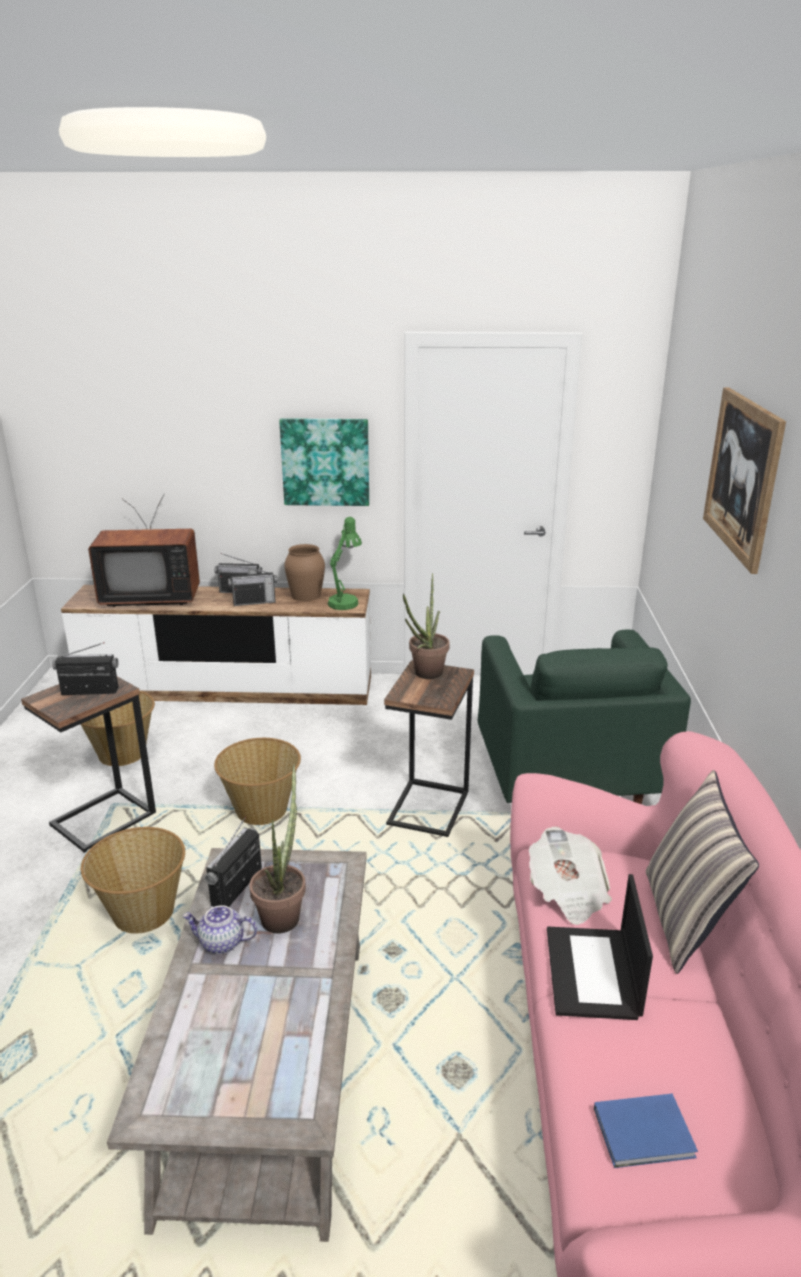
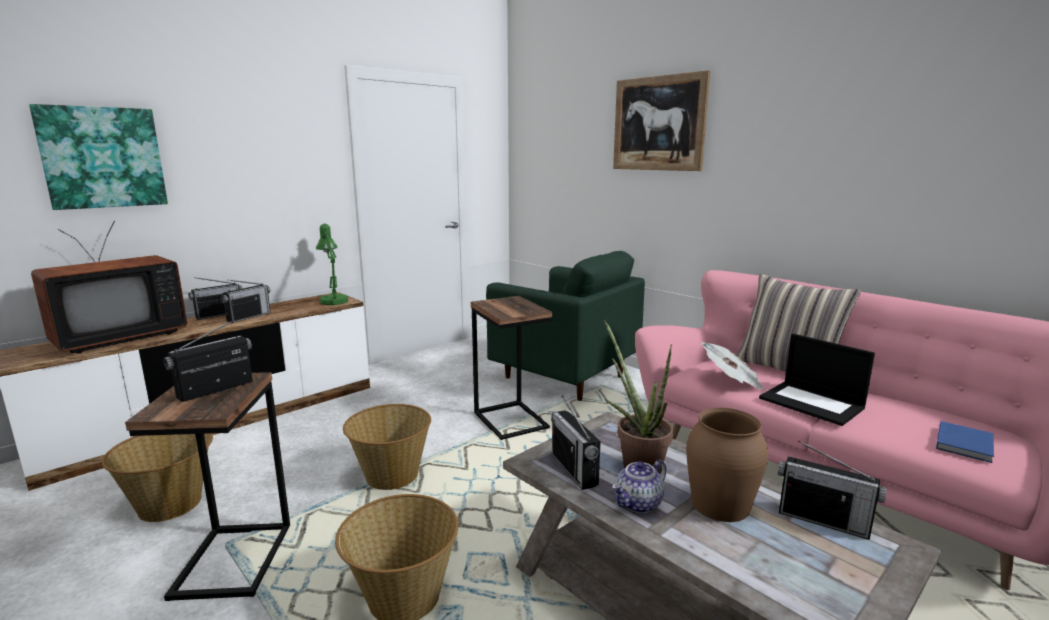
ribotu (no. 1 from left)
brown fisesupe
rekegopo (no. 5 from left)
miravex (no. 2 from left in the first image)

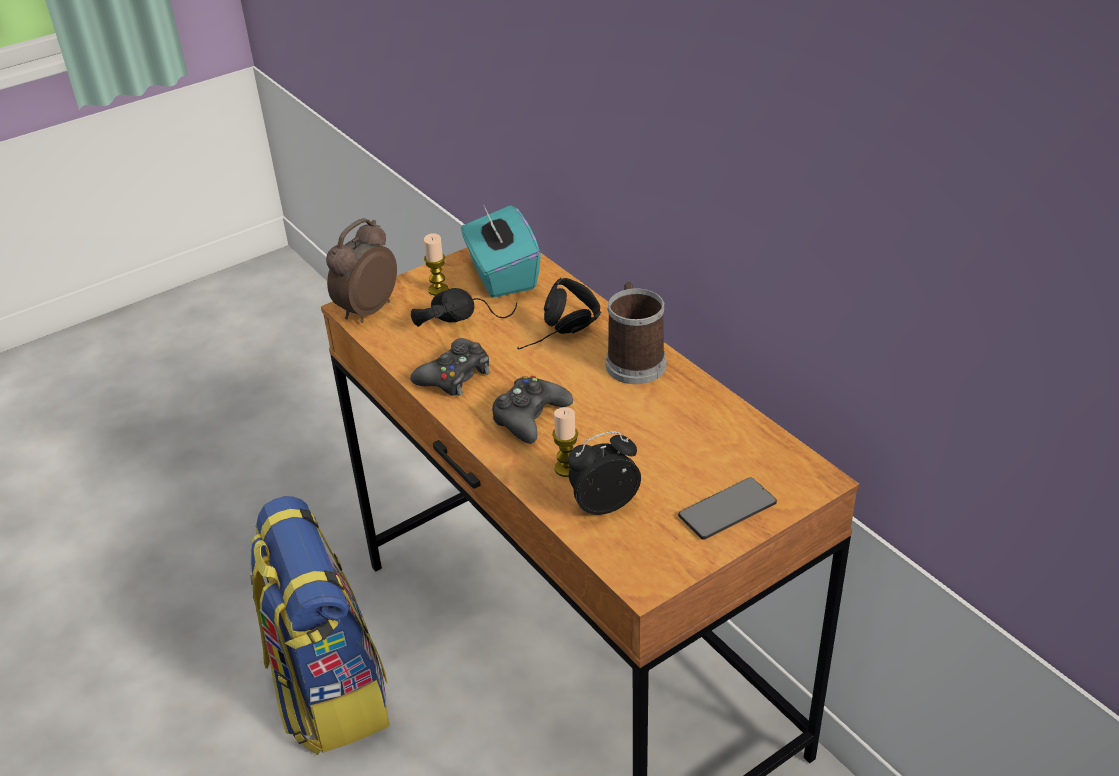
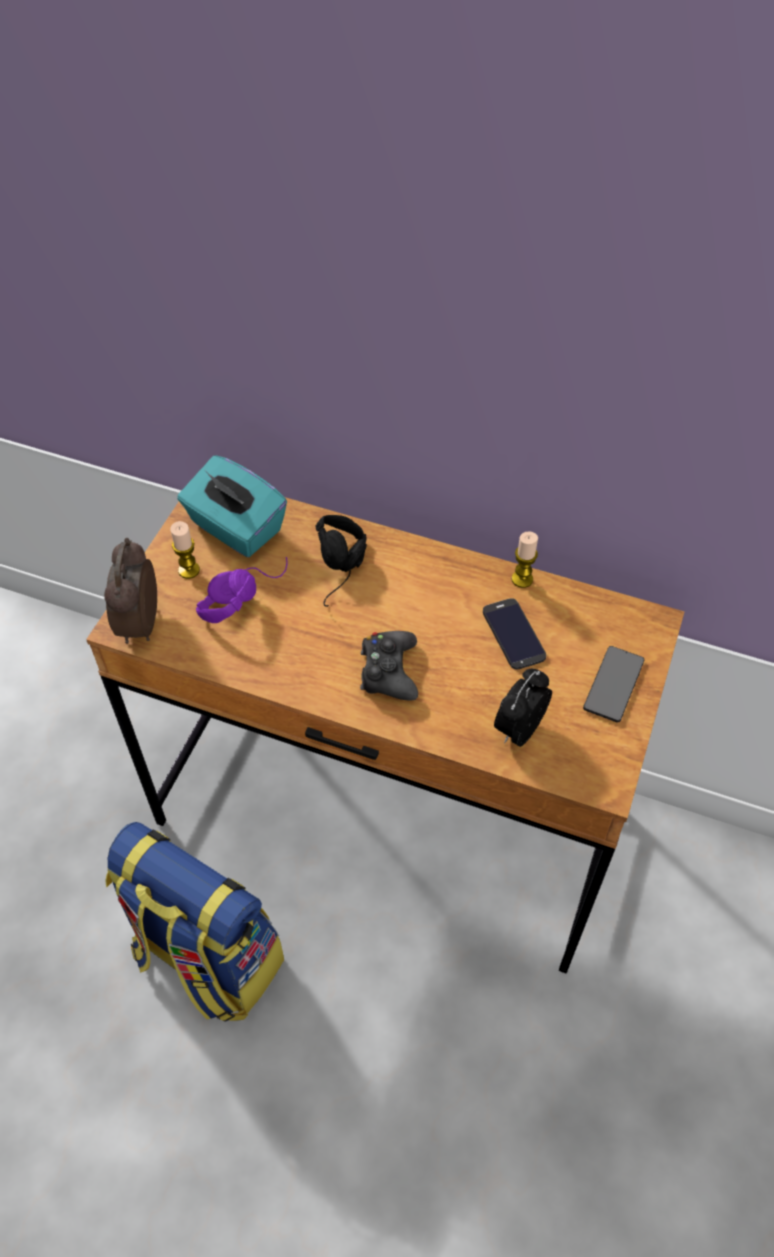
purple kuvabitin
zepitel (no. 1 from left)
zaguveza (no. 2 from left)
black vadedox (no. 1 from left in the first image)
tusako

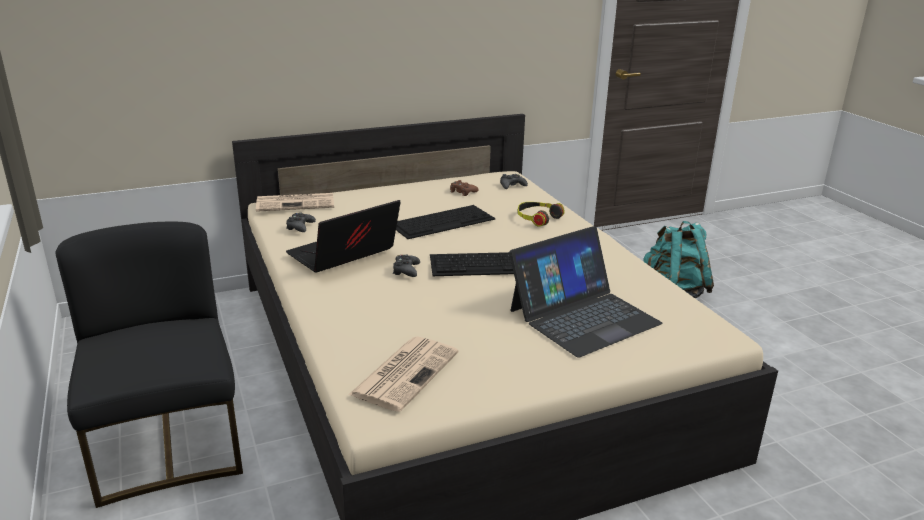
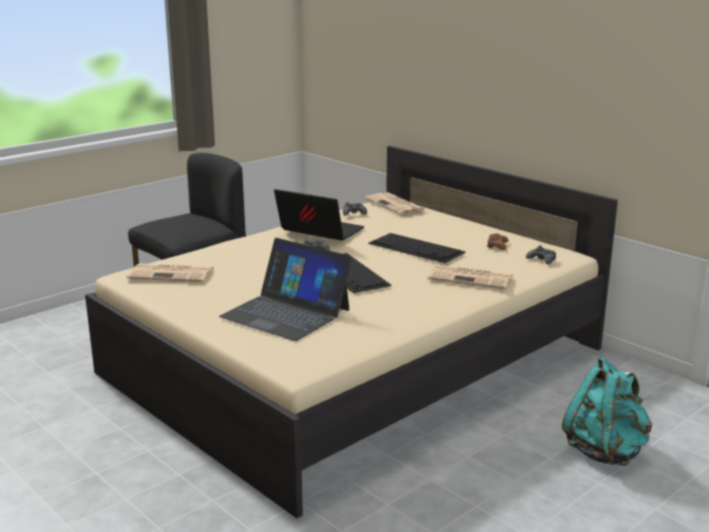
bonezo (no. 3 from left)

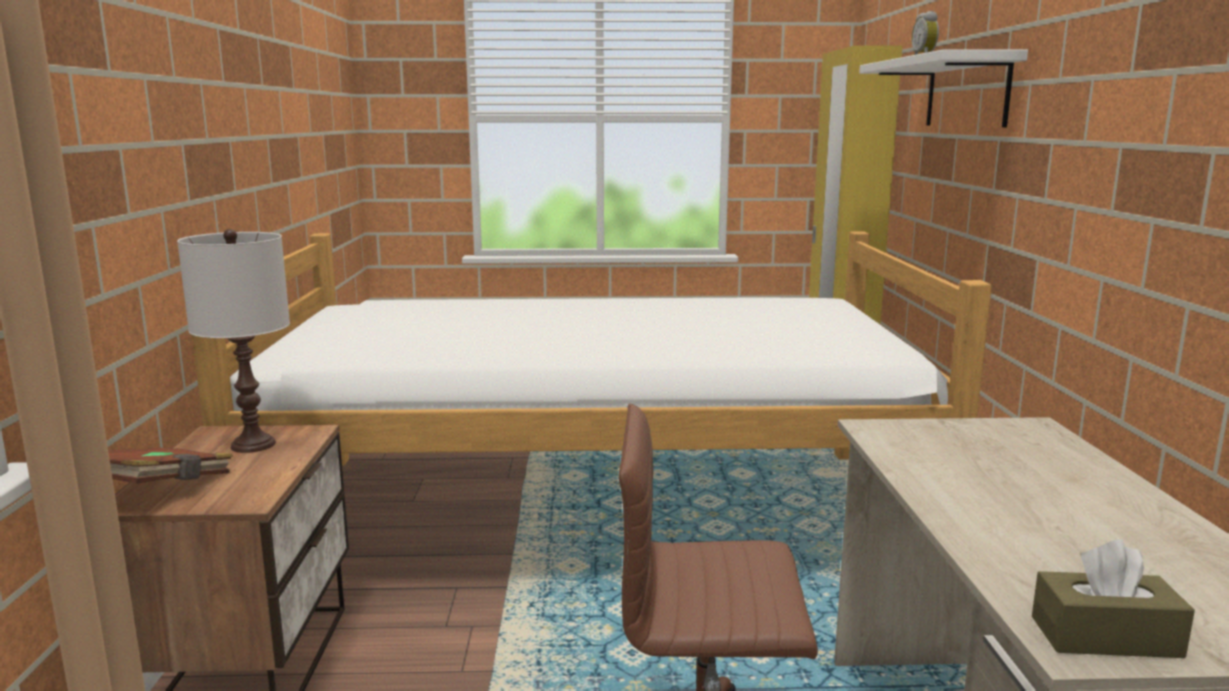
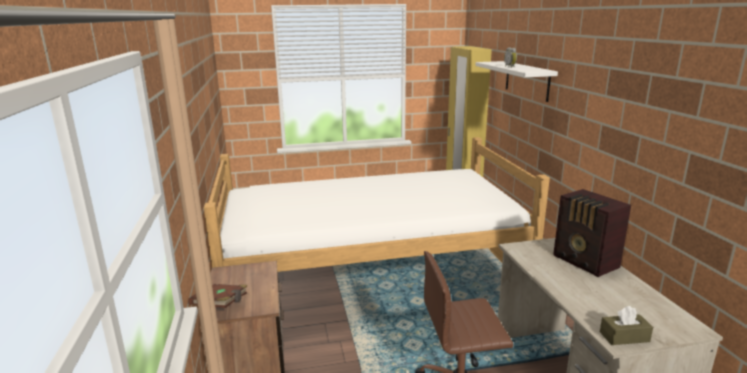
rekegopo
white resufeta

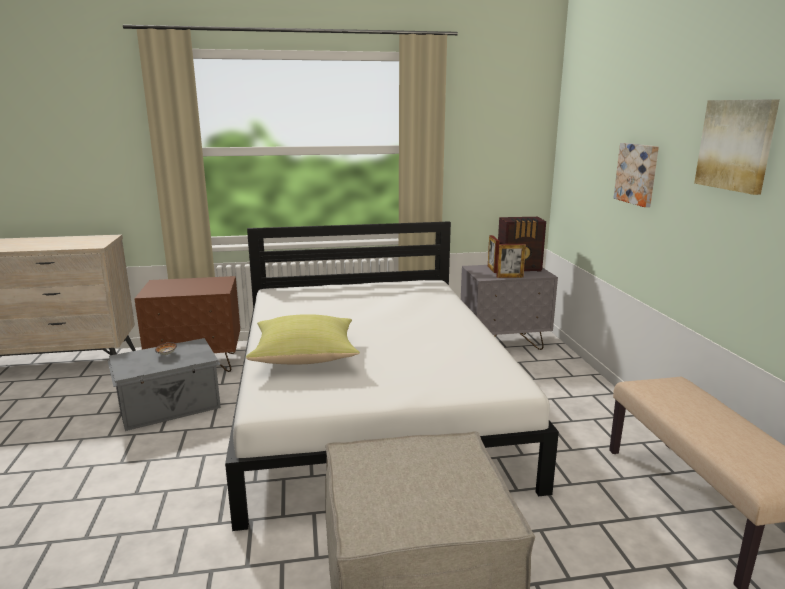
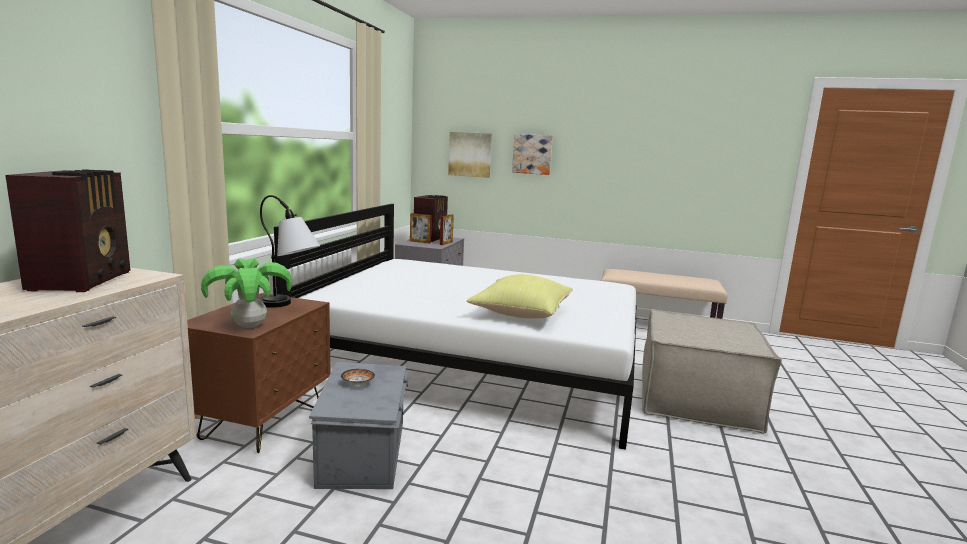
rekegopo (no. 1 from left)
miravex
resufeta
ribotu (no. 1 from left)

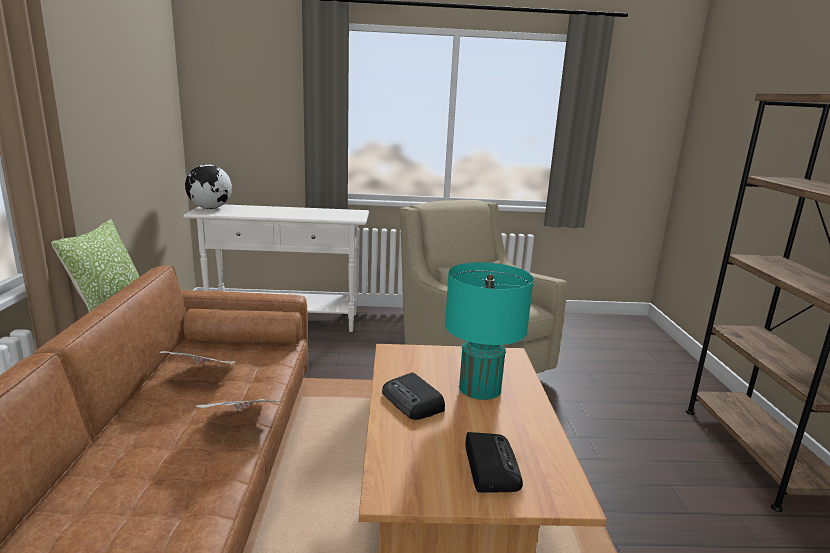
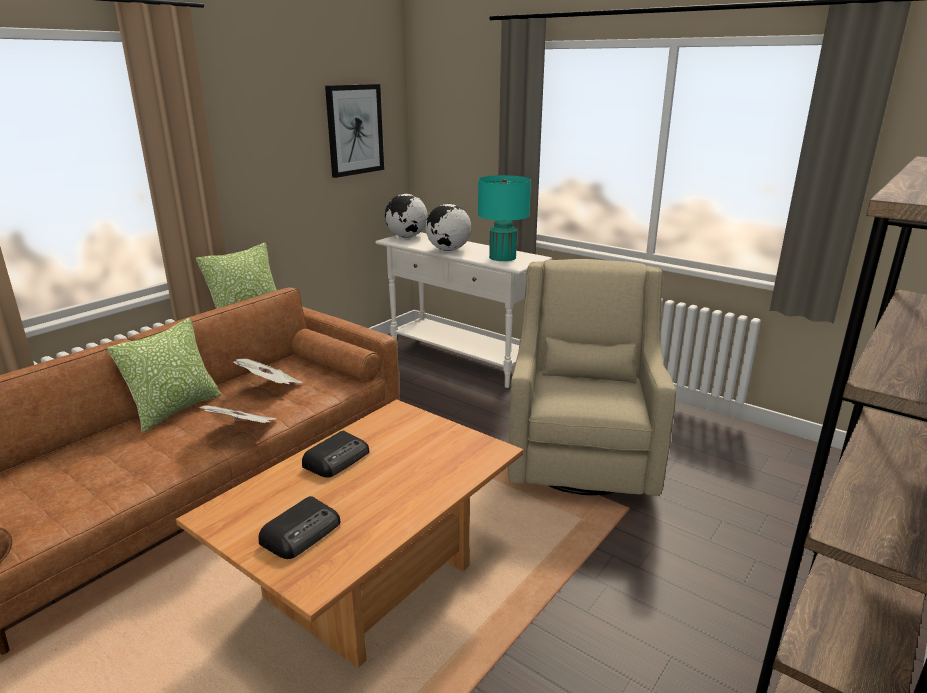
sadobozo (no. 1 from left)
rekegopo (no. 2 from left)
ribotu
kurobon (no. 2 from left)
turquoise resufeta

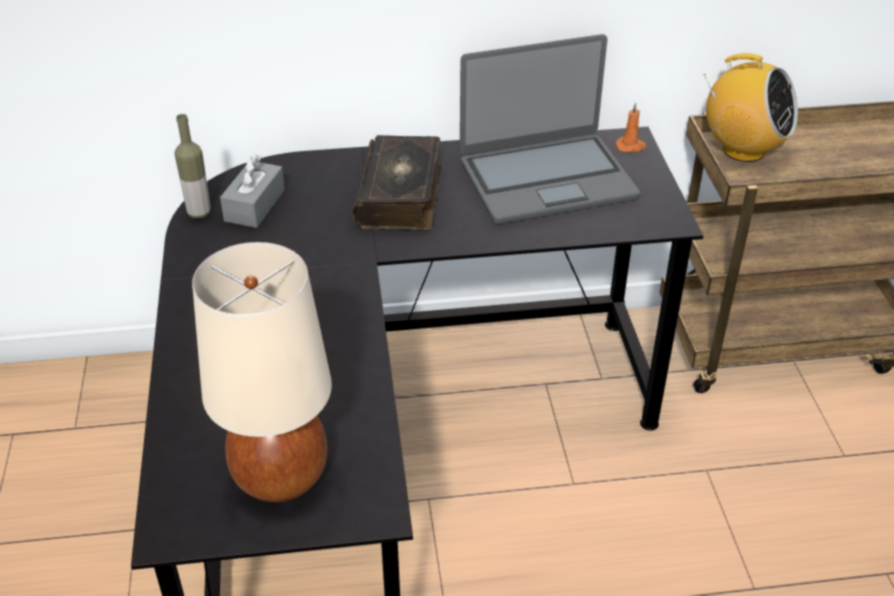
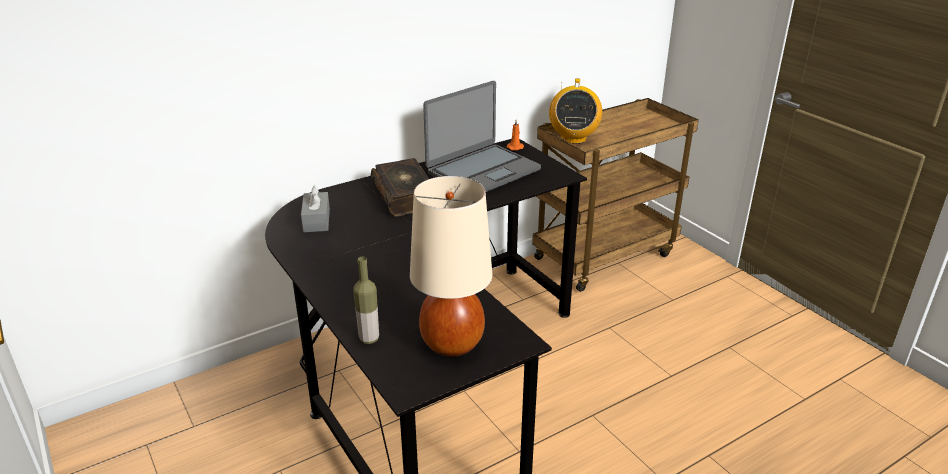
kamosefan
rekegopo

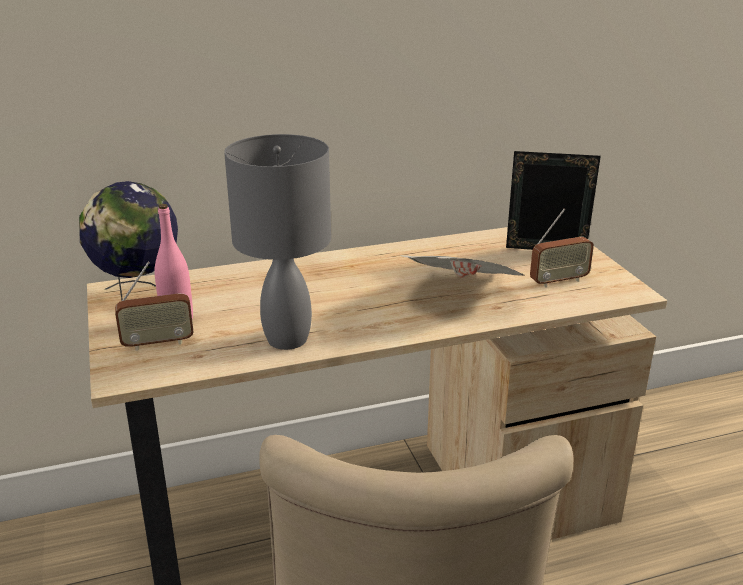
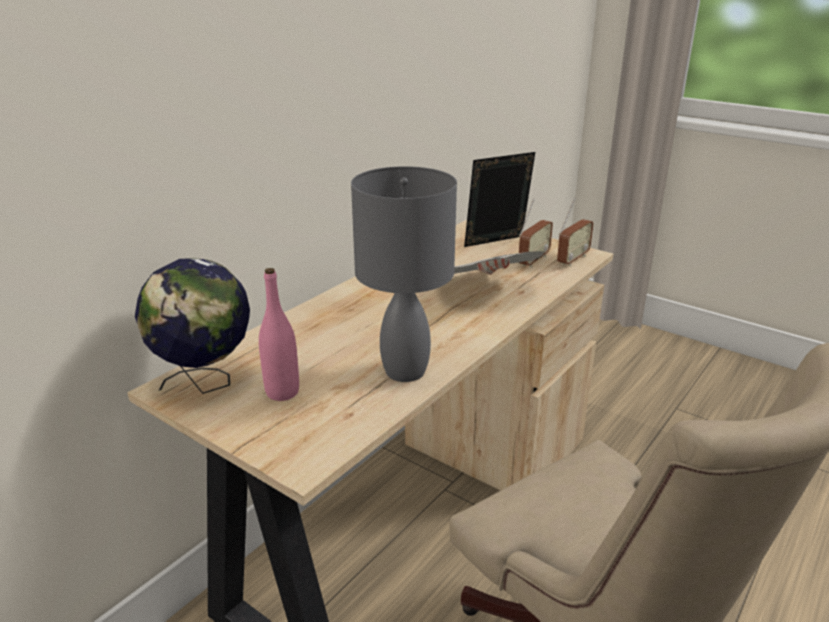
rekegopo (no. 2 from left)

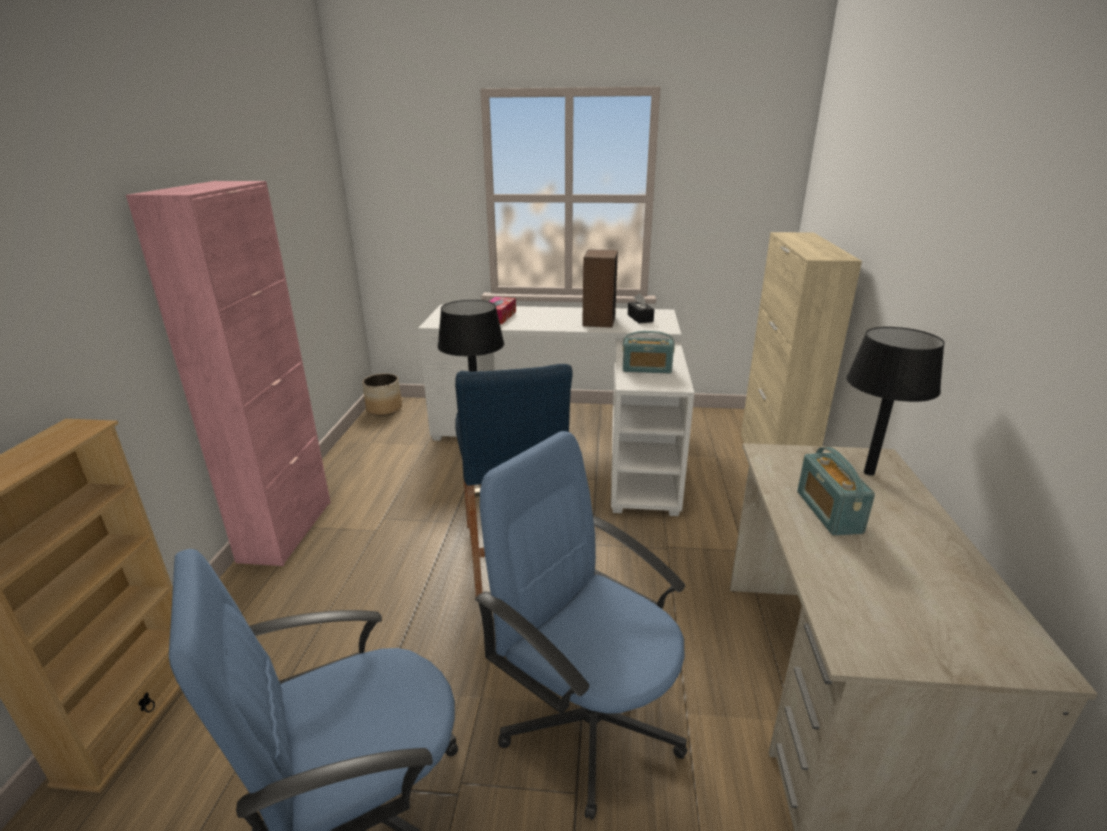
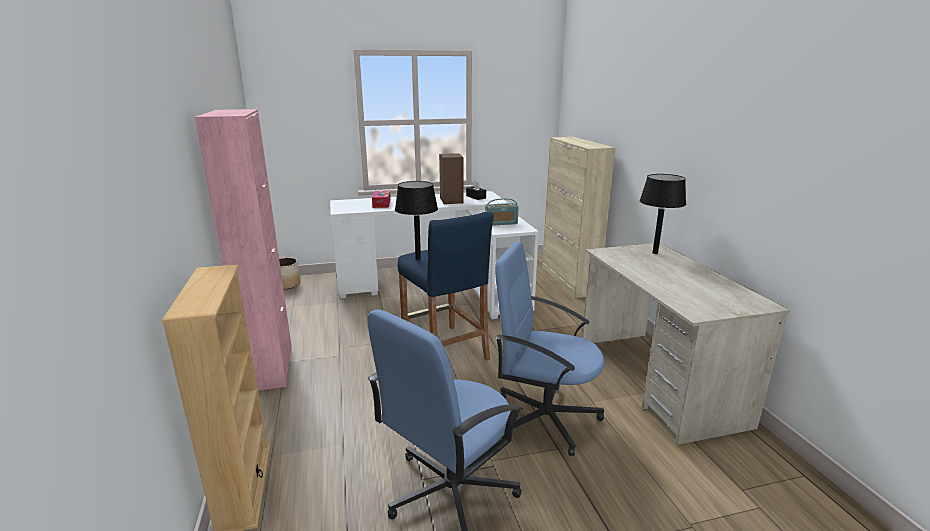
rekegopo (no. 2 from left in the first image)

